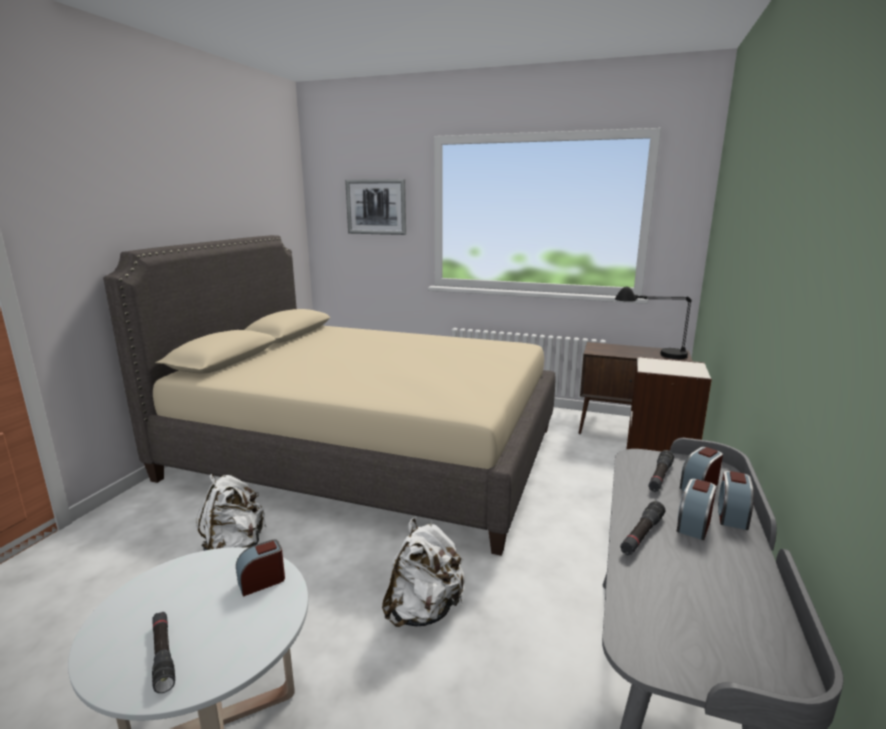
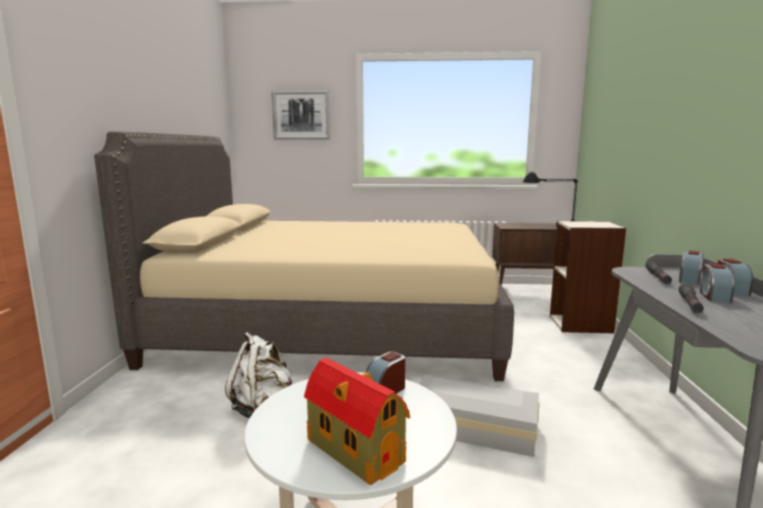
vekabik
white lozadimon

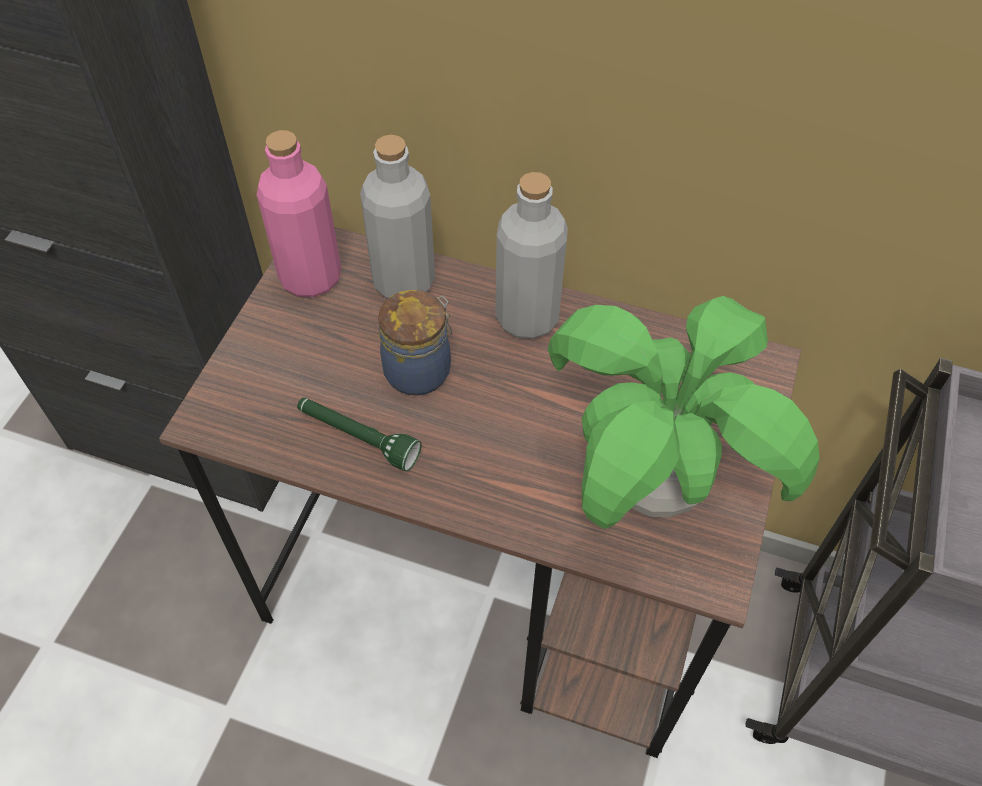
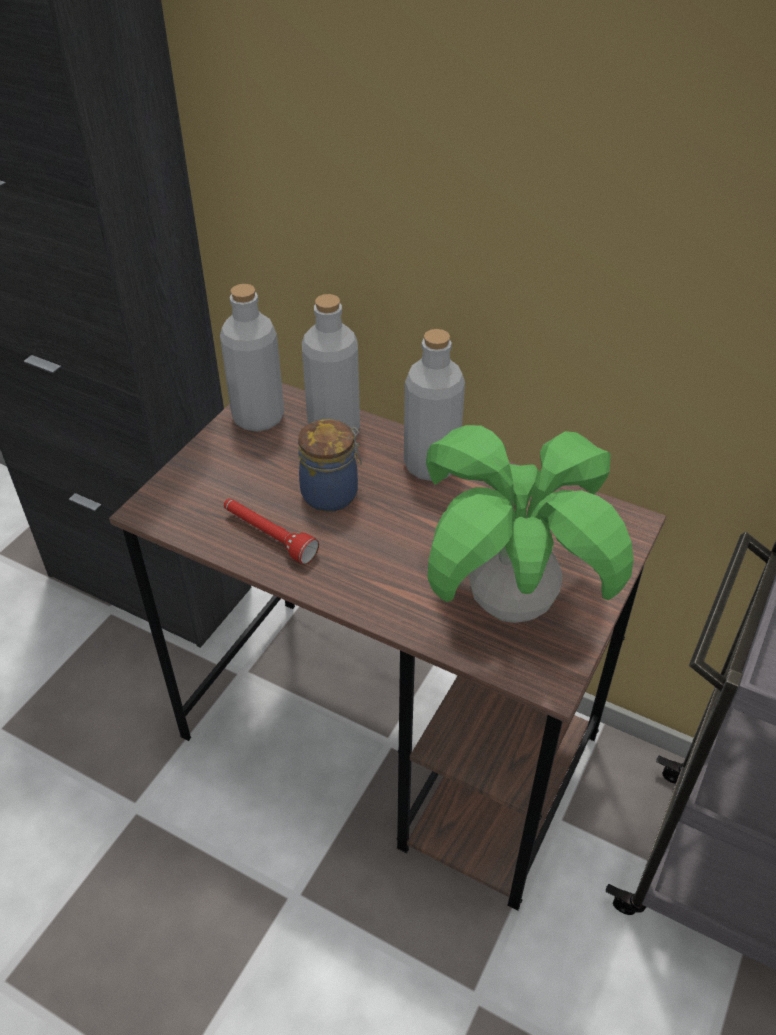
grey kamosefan (no. 1 from left)
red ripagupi

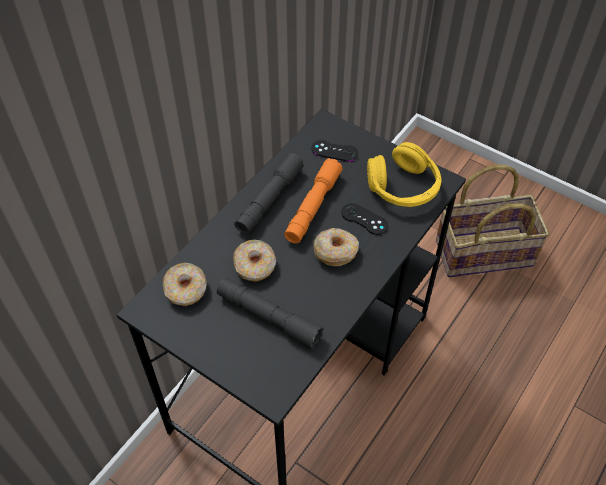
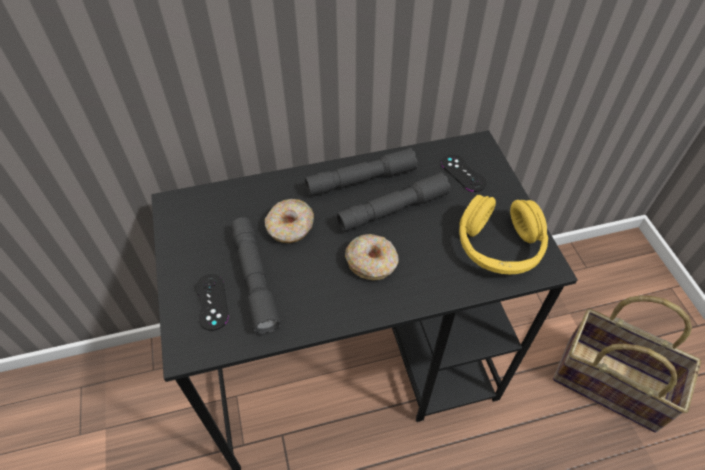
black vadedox (no. 1 from left)
grey ripagupi (no. 3 from left)
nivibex (no. 1 from left in the first image)

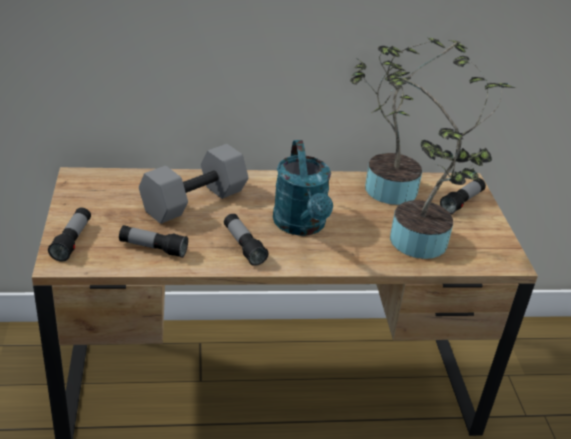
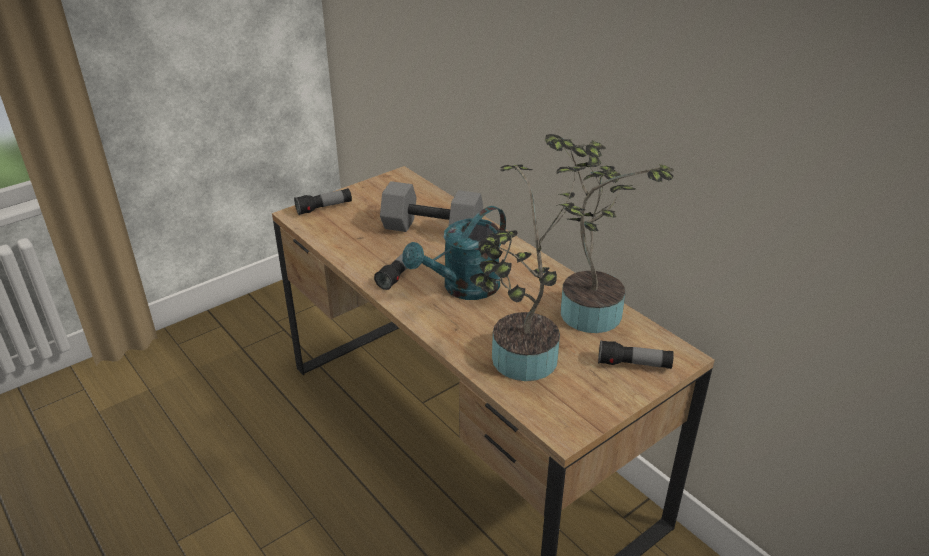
ripagupi (no. 2 from left in the first image)

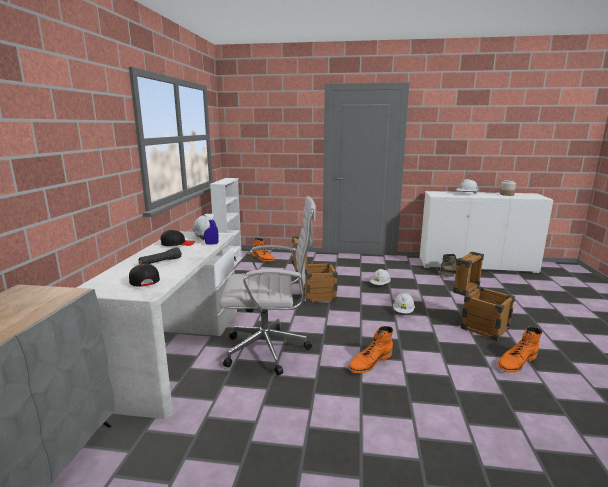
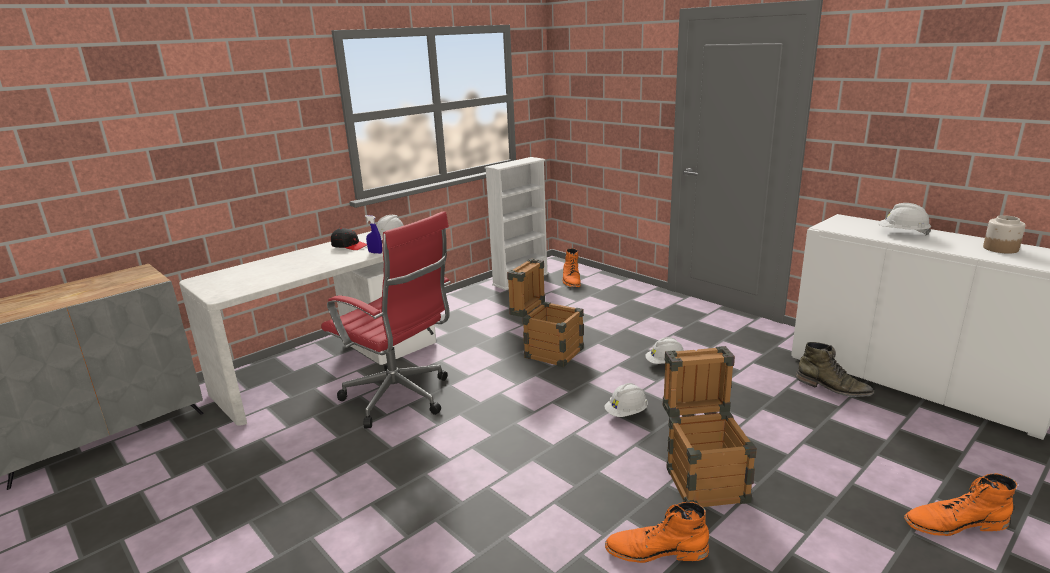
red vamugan
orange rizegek (no. 3 from left)
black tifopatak (no. 1 from left in the first image)
black ripagupi

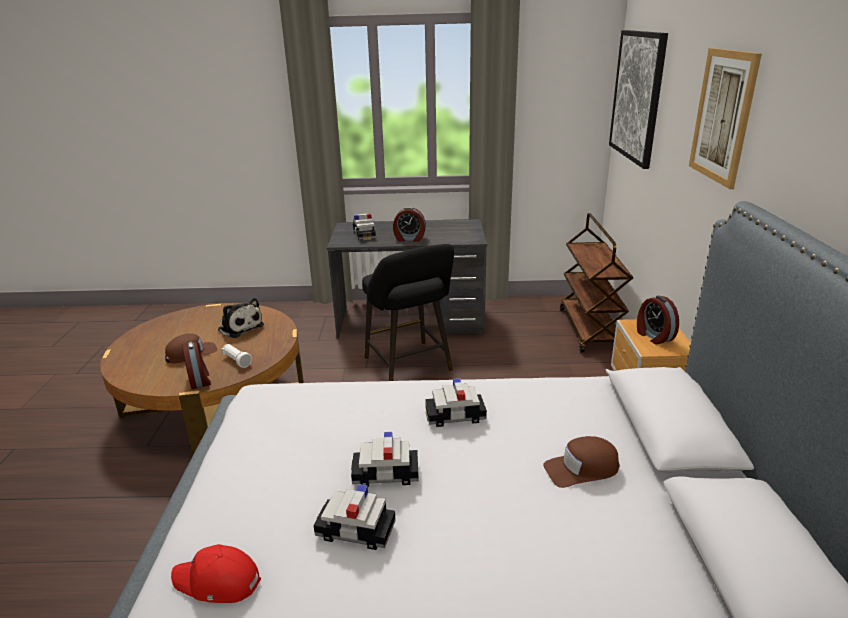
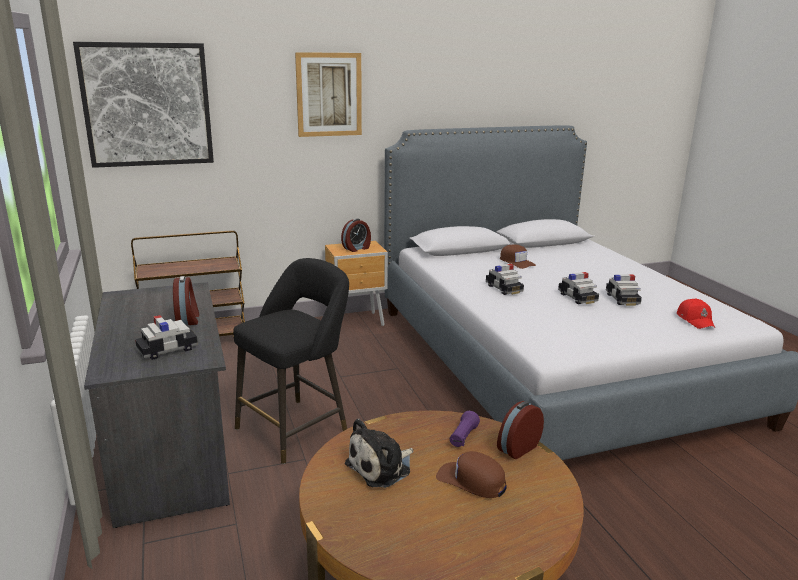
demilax
purple ripagupi

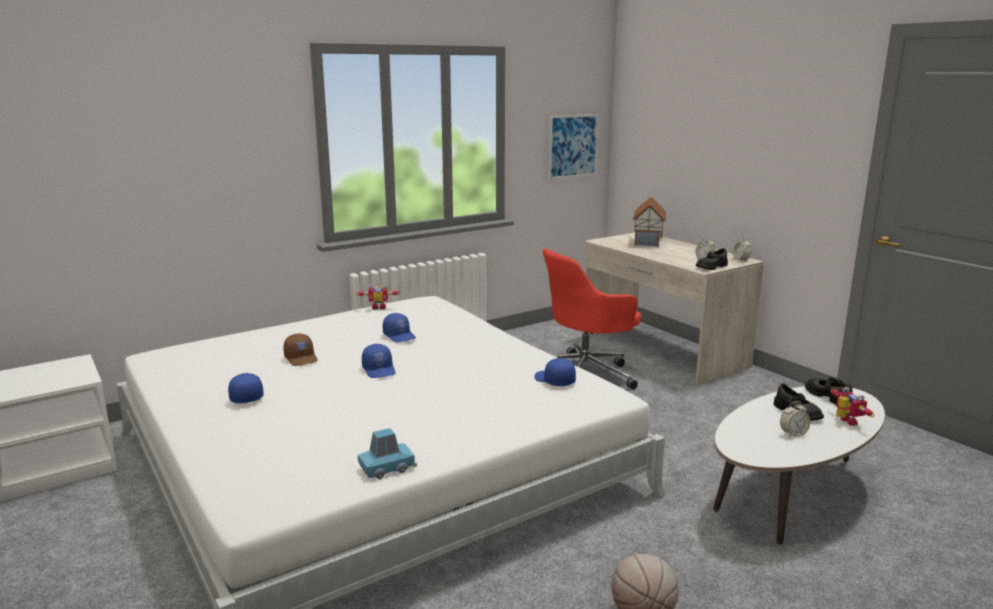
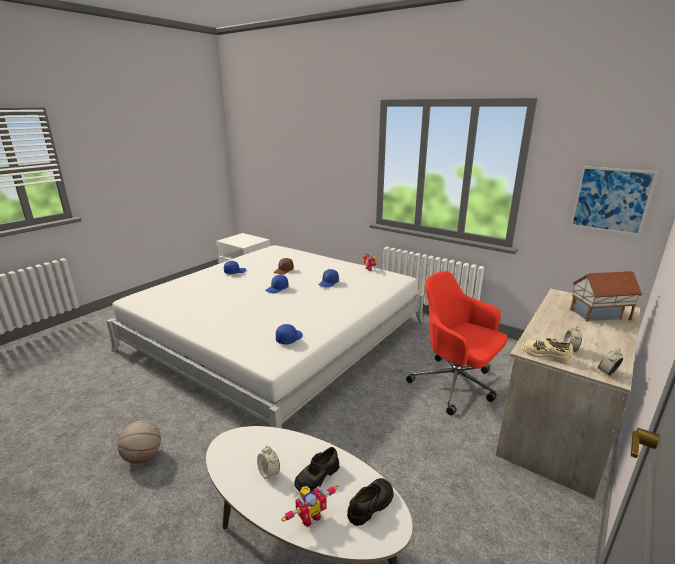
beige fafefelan
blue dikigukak

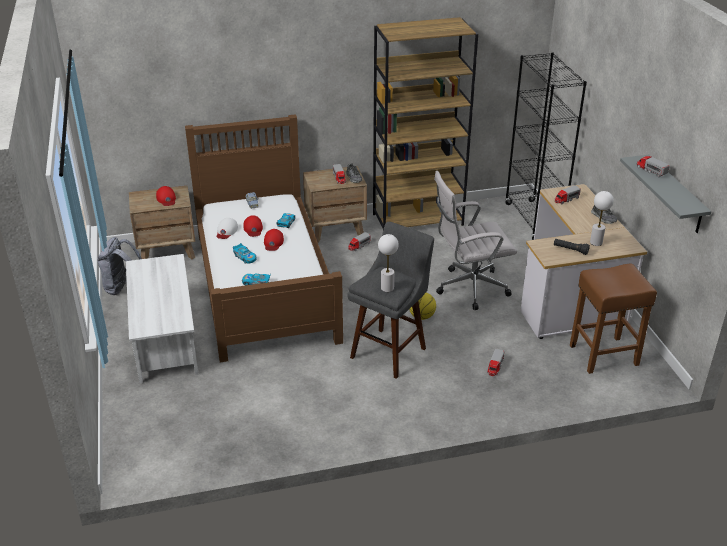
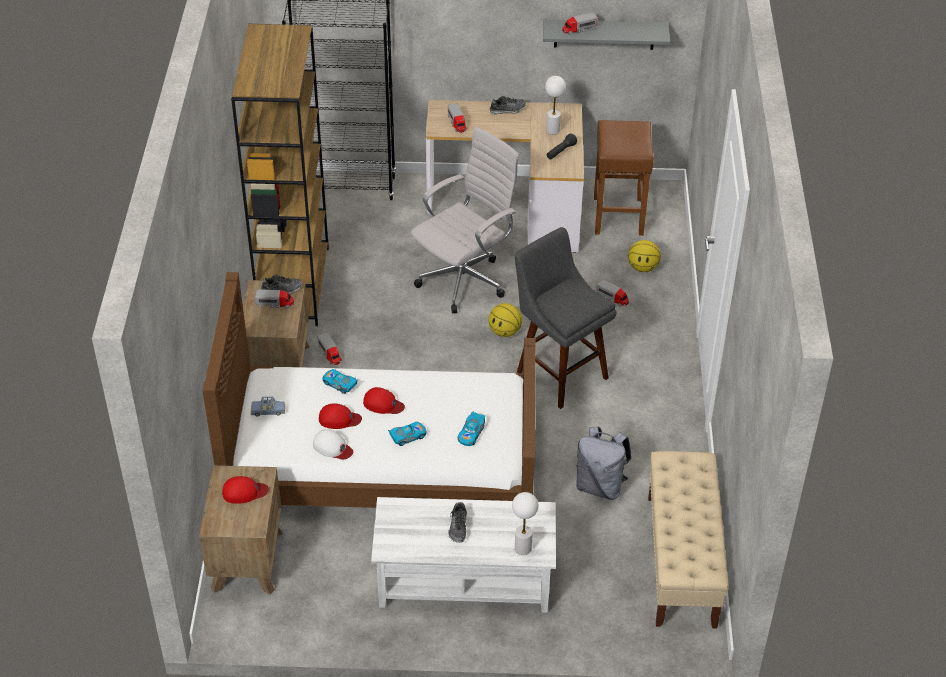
white vamugan
fafefelan (no. 2 from left)
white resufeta (no. 1 from left)
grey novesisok
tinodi (no. 2 from left)
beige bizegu

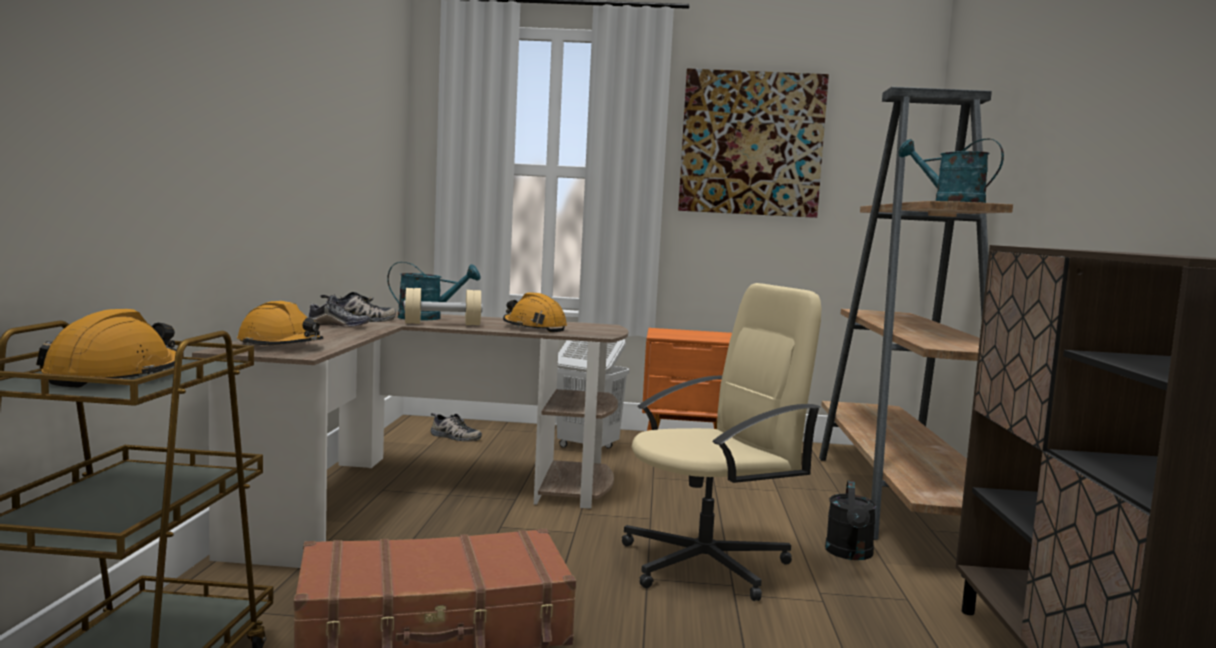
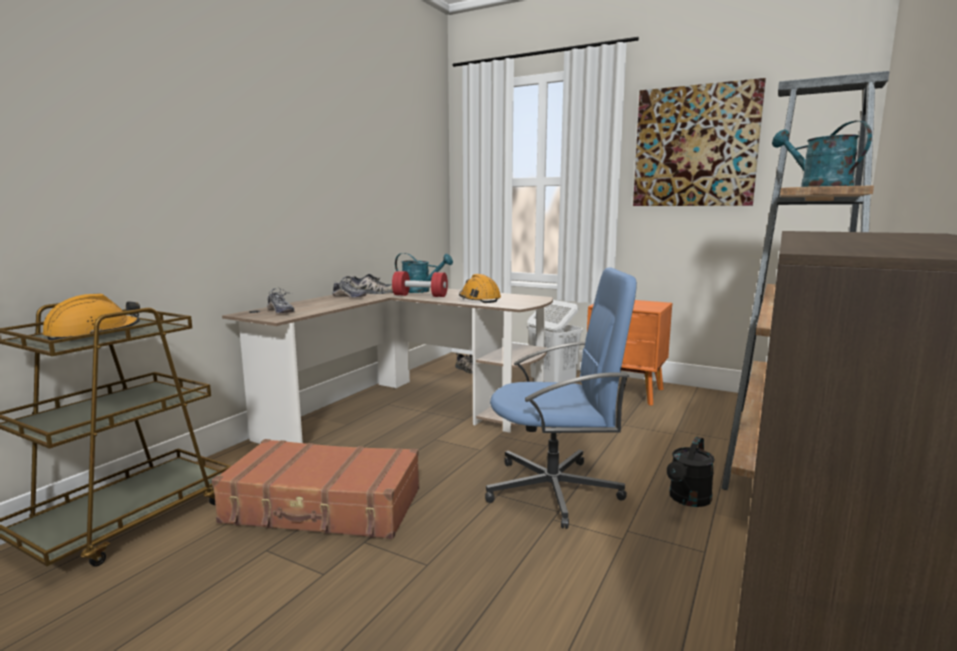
fafefelan (no. 1 from left)
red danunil
blue vamugan

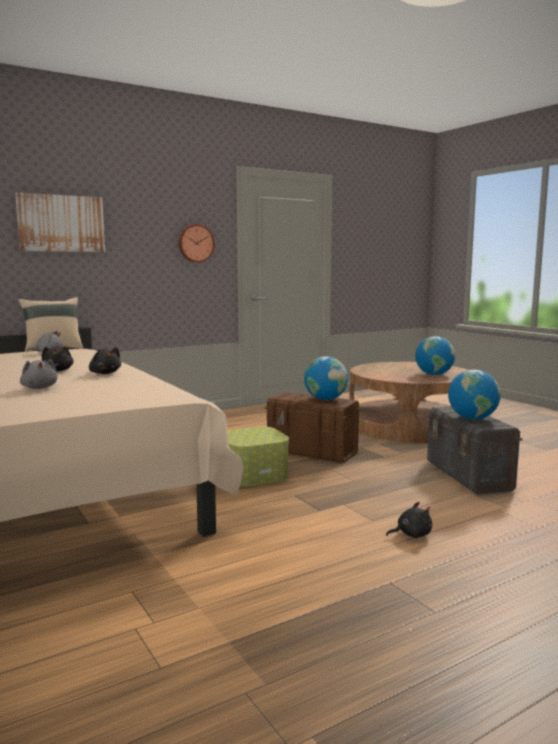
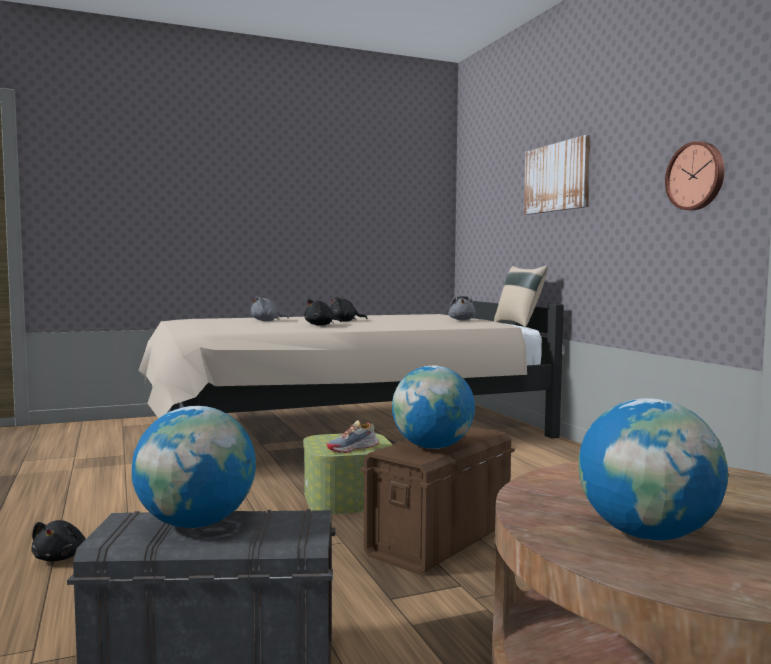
fafefelan

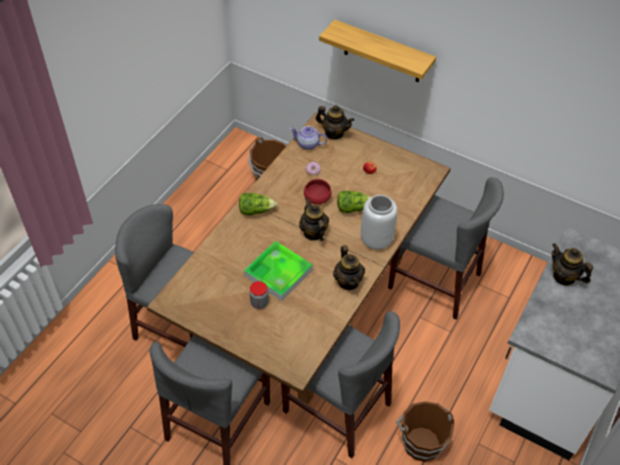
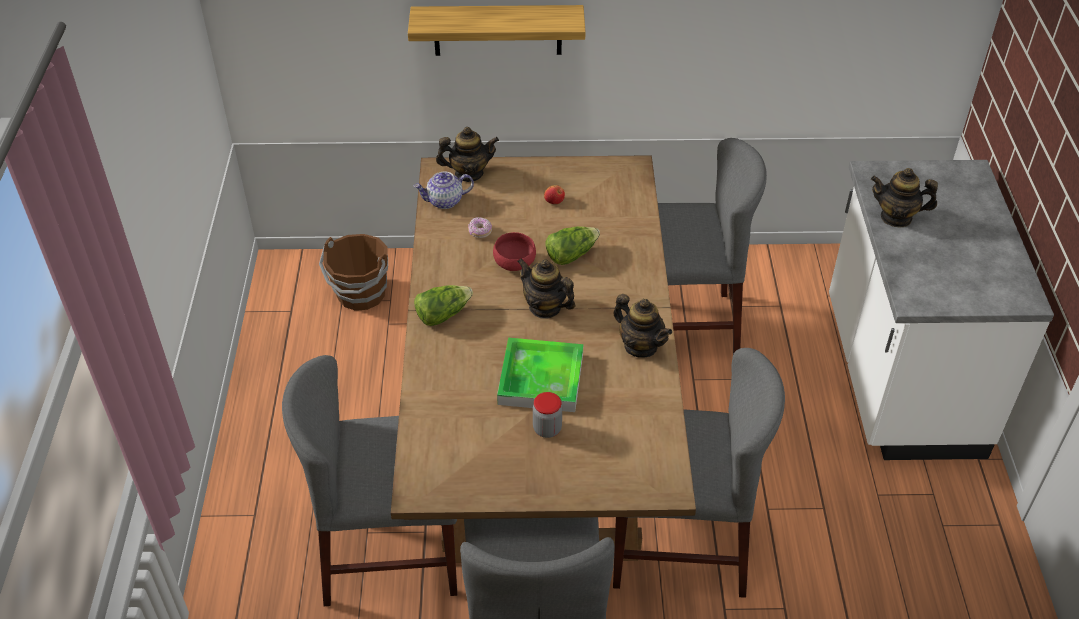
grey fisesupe
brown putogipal (no. 2 from left in the first image)

